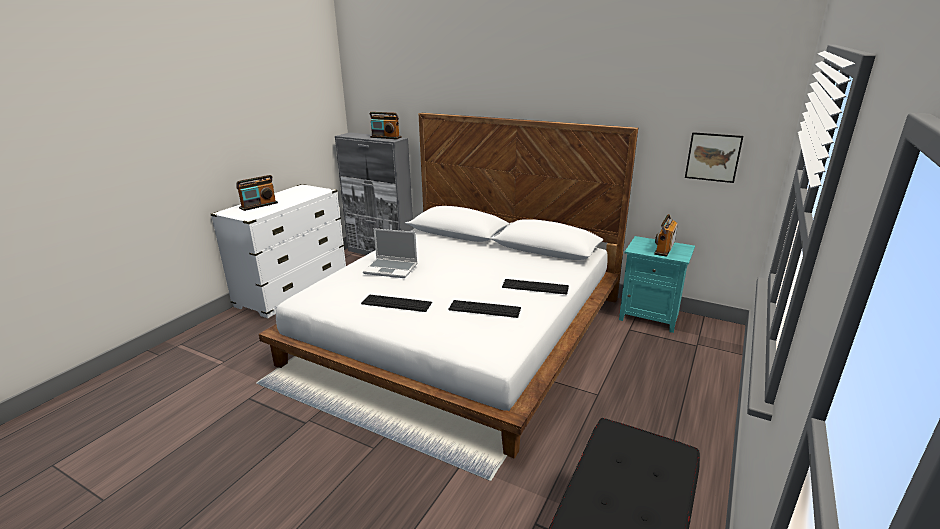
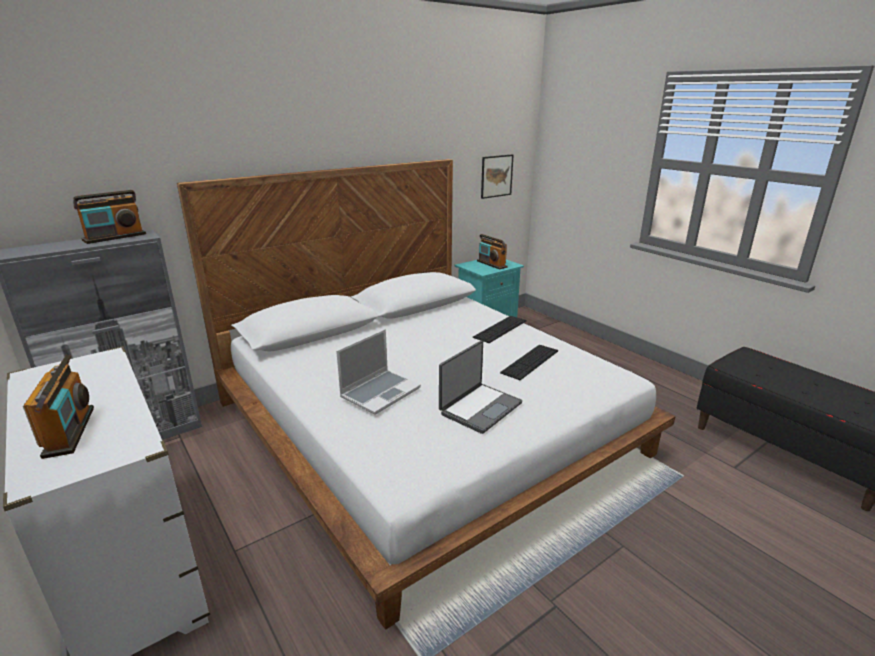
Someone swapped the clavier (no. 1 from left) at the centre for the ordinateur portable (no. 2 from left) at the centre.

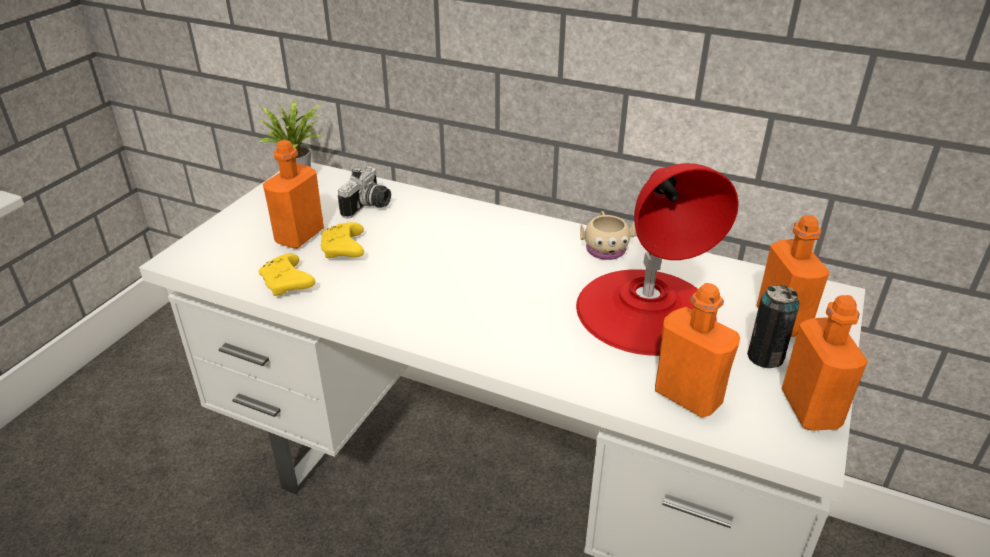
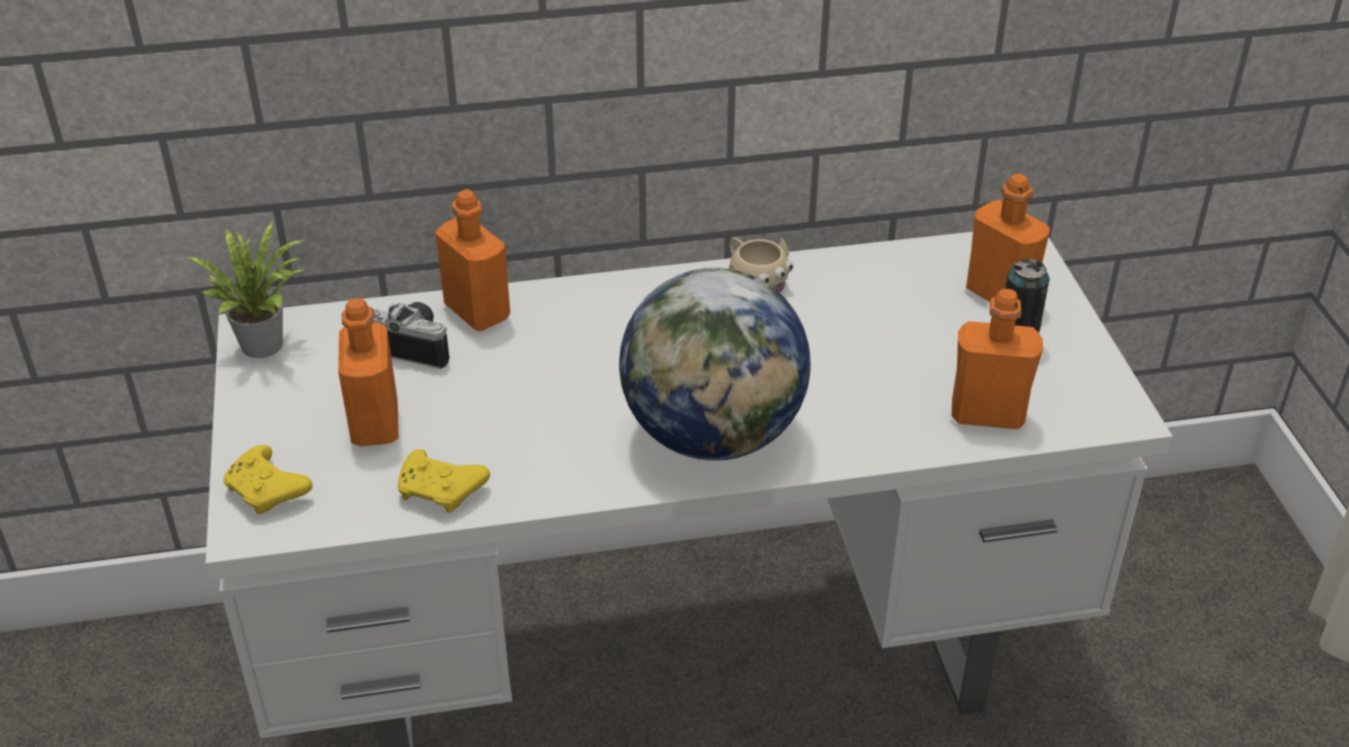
Someone carried the manette (jaune) (no. 2 from left in the first image) from the centre to the middle left. Someone rotated the appareil photo at the centre by 60 degrees counterclockwise. Someone carried the bouteille (orange) (no. 4 from left in the first image) from the middle right to the centre. Someone put down the globe at the centre. Someone took away the lampe de table (rouge) at the centre.

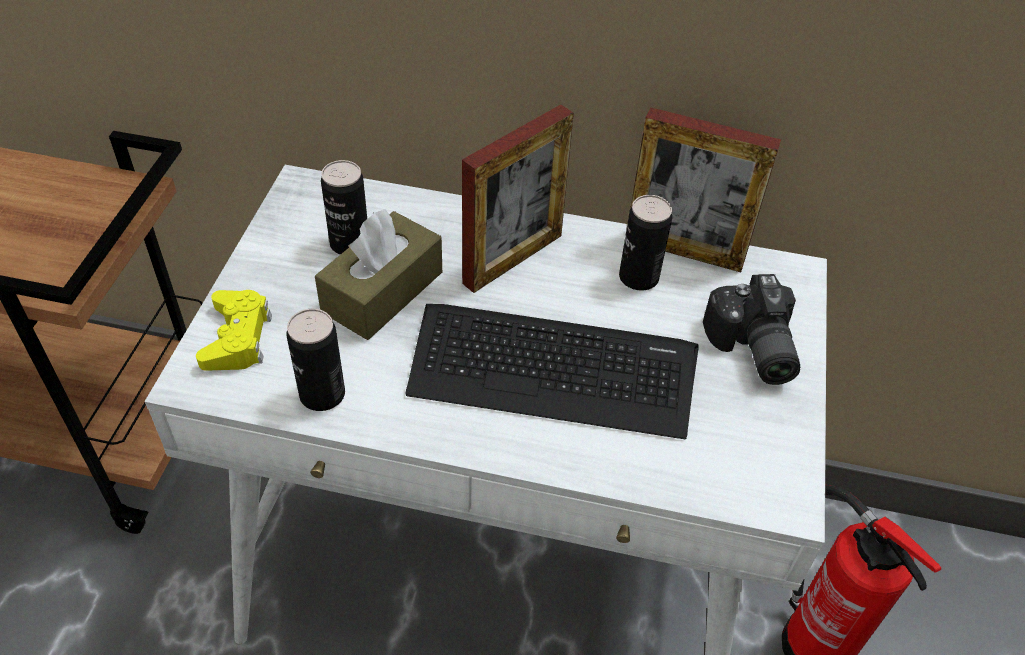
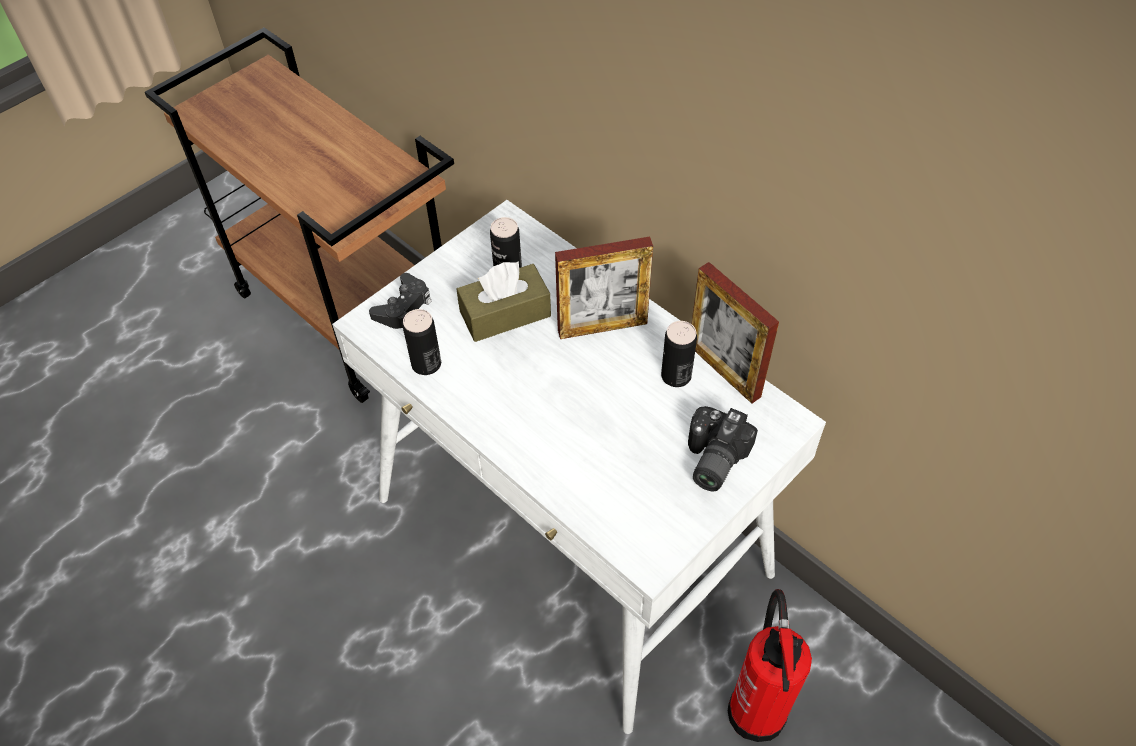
Someone repainted the manette (jaune) at the middle left, which became the manette (noir) at the centre. Someone took away the clavier at the centre.

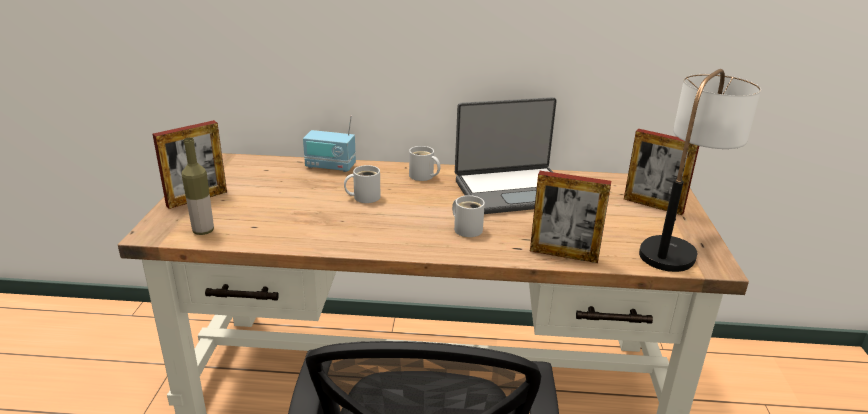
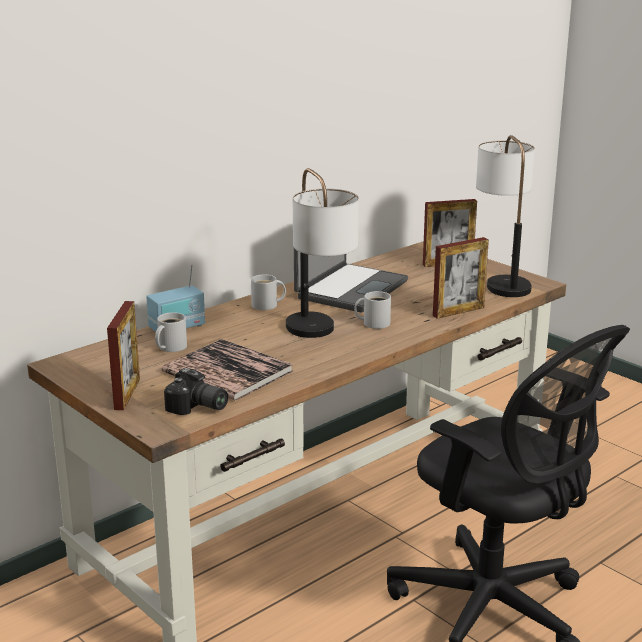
Someone carried the mug (blanc) (no. 1 from left) from the centre to the middle left. Someone put down the livre at the centre. Someone swapped the bouteille at the middle left for the appareil photo at the middle left. Someone put down the lampe de table (no. 1 from left) at the centre.

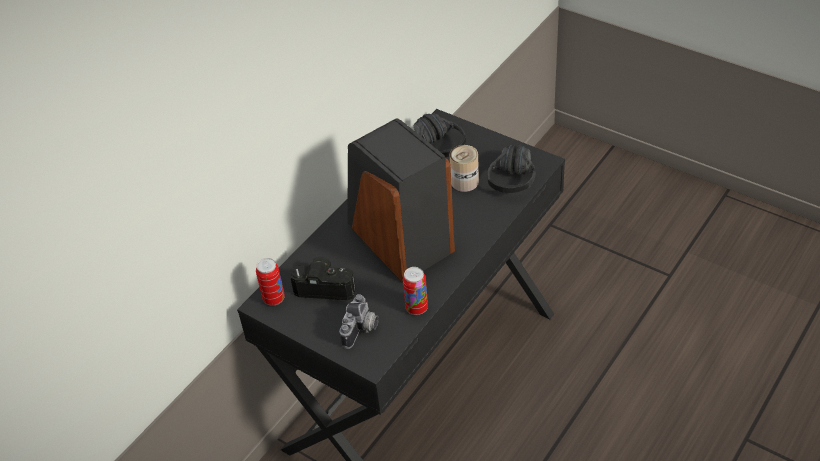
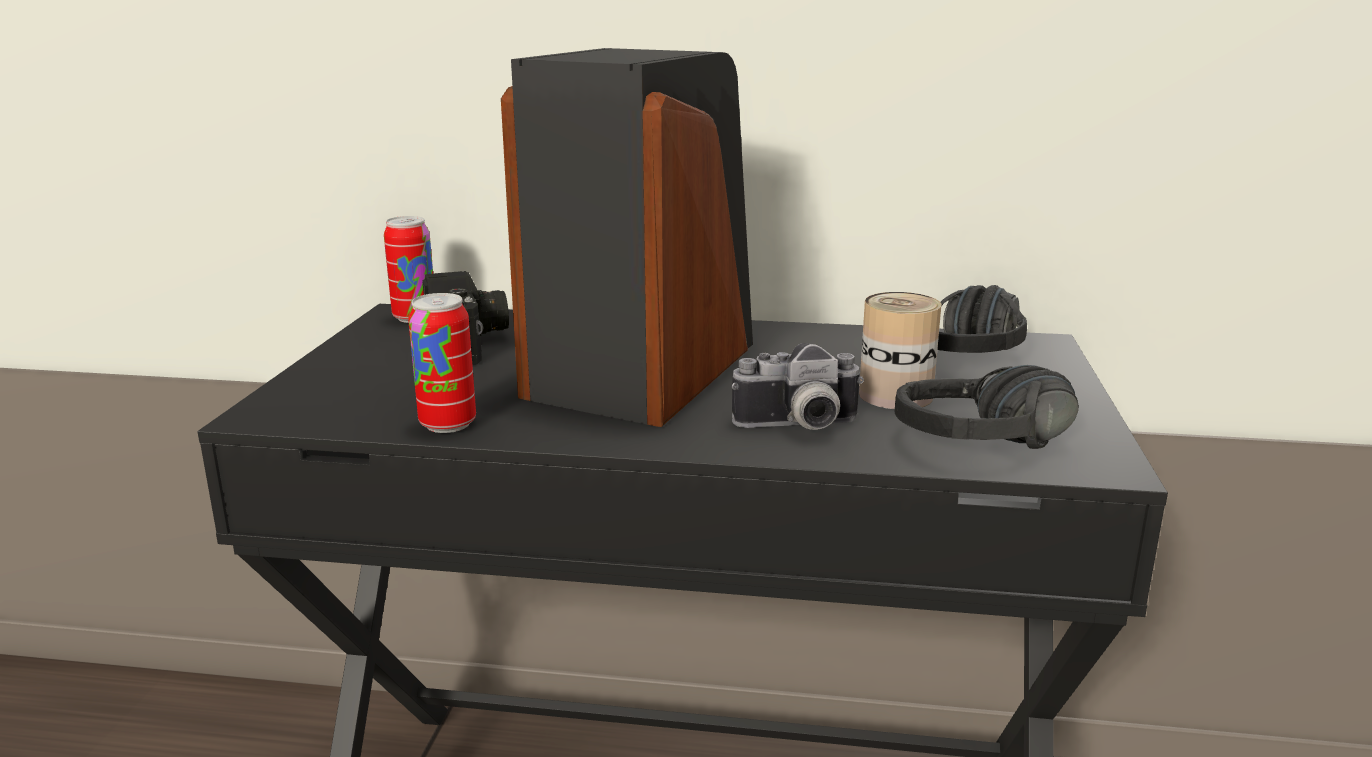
Someone carried the appareil photo (no. 2 from left) from the bottom centre to the centre.

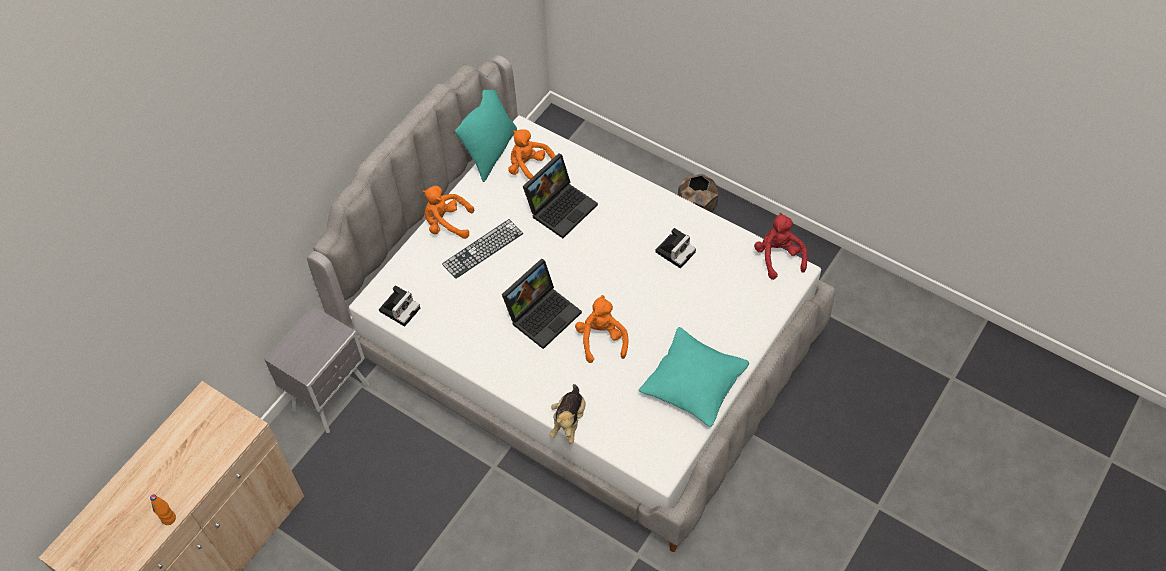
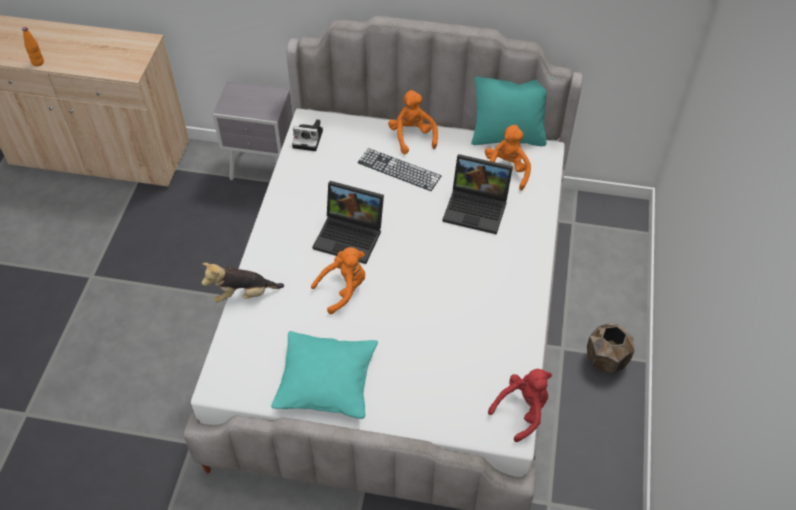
Someone took away the appareil photo (no. 2 from left) at the centre.

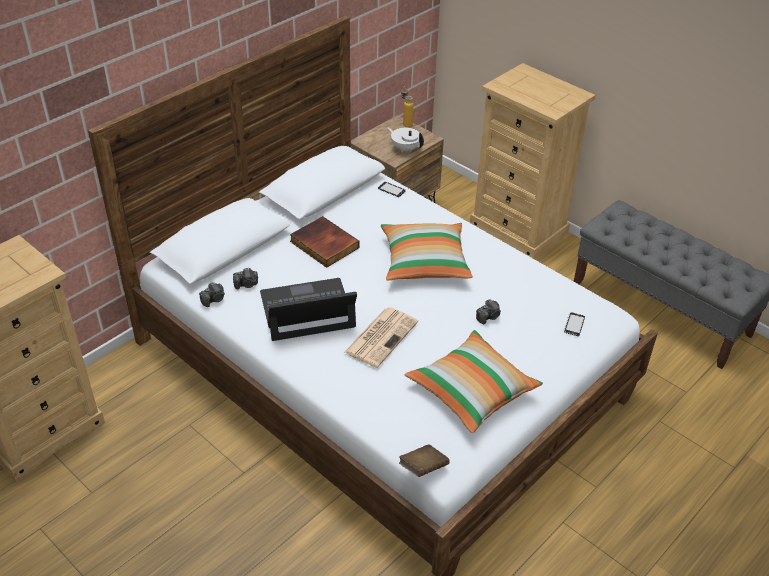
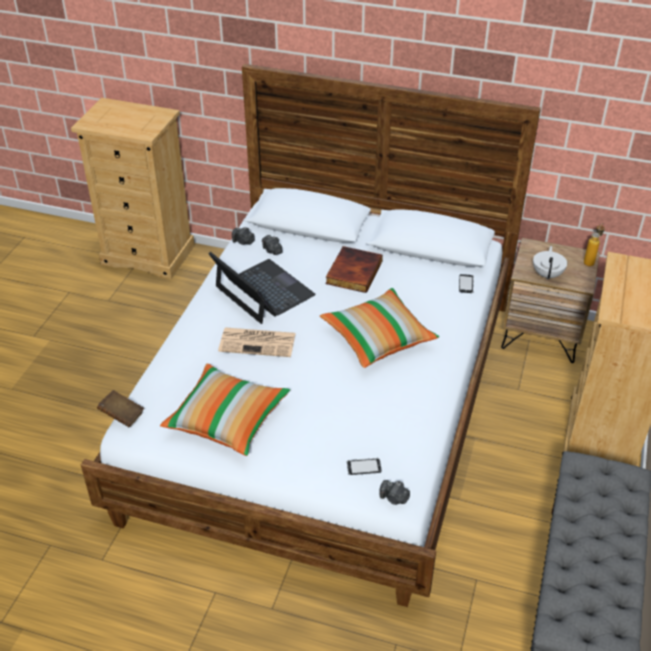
Someone carried the appareil photo (no. 3 from left) from the centre to the bottom centre.

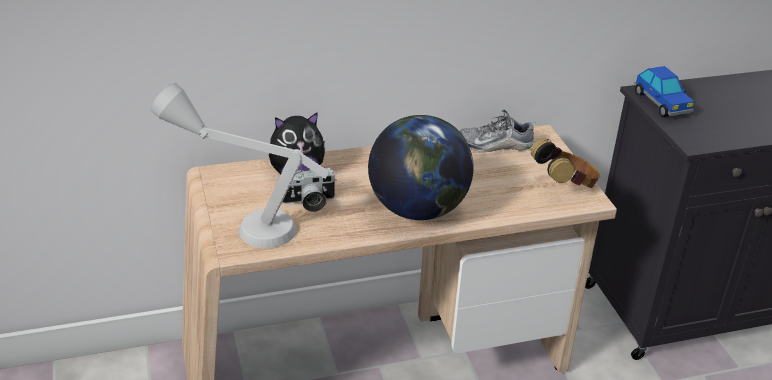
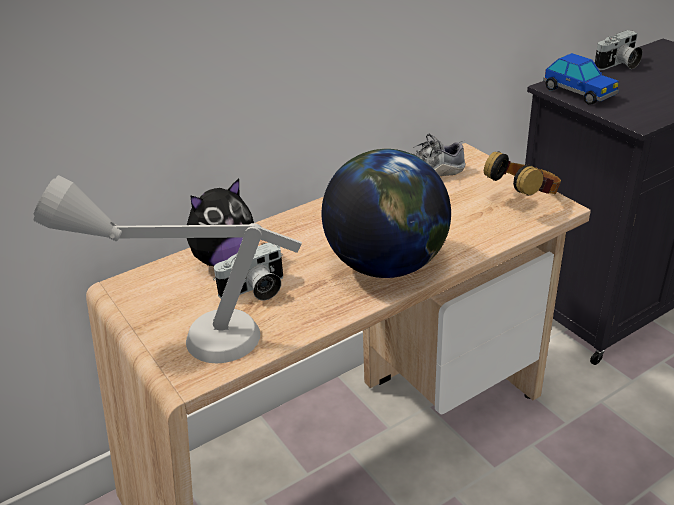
Someone put down the appareil photo (no. 2 from left) at the top right.

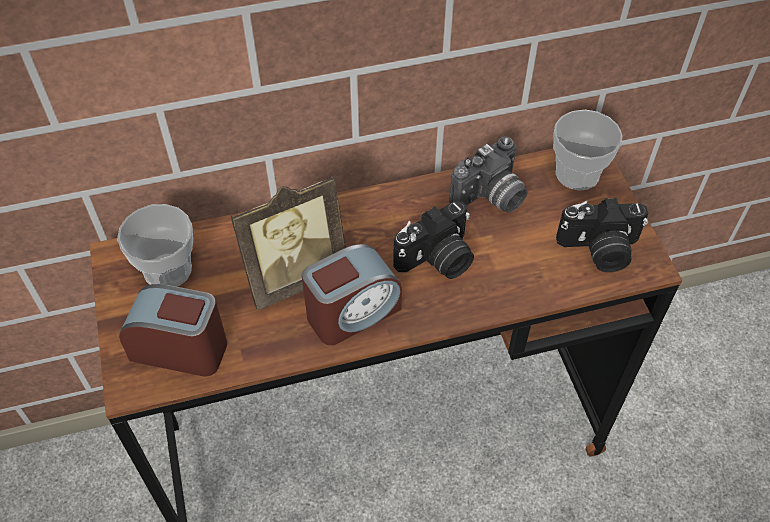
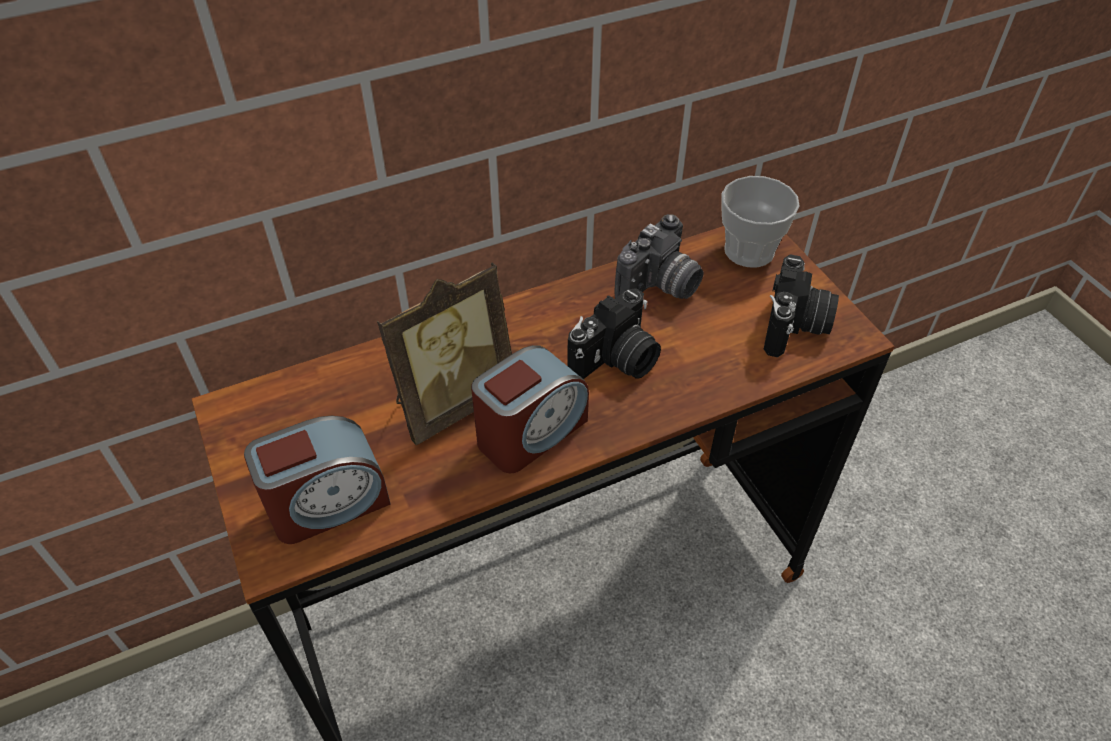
Someone rotated the réveil (no. 1 from left) at the middle left by 150 degrees clockwise. Someone rotated the appareil photo (no. 3 from left) at the middle right by 60 degrees counterclockwise. Someone took away the tasse (no. 1 from left) at the middle left.

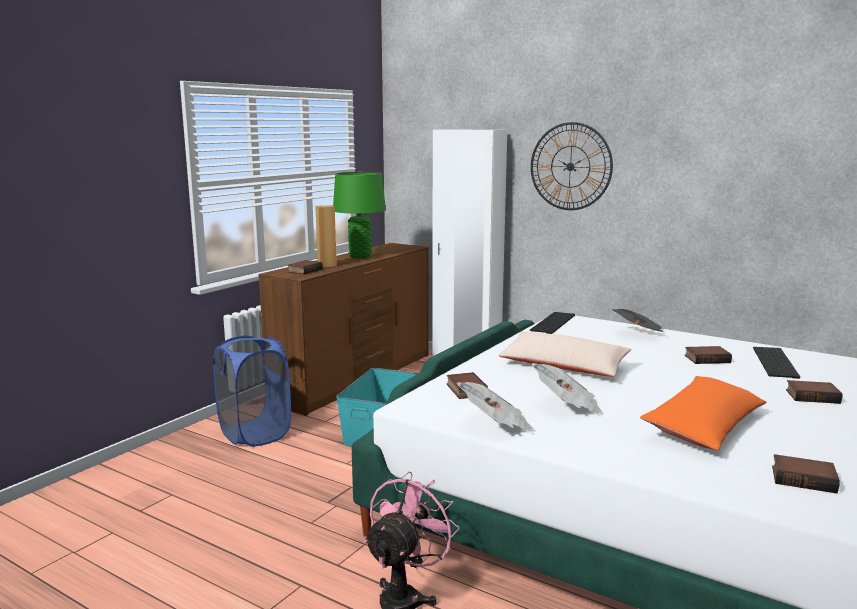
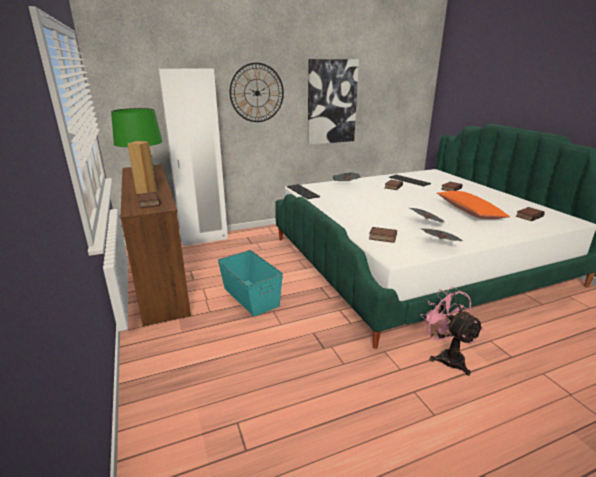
Someone put up the tableau at the top centre. Someone took away the panier à linge (bleu) at the middle left. Someone took away the coussin (beige) at the centre.

